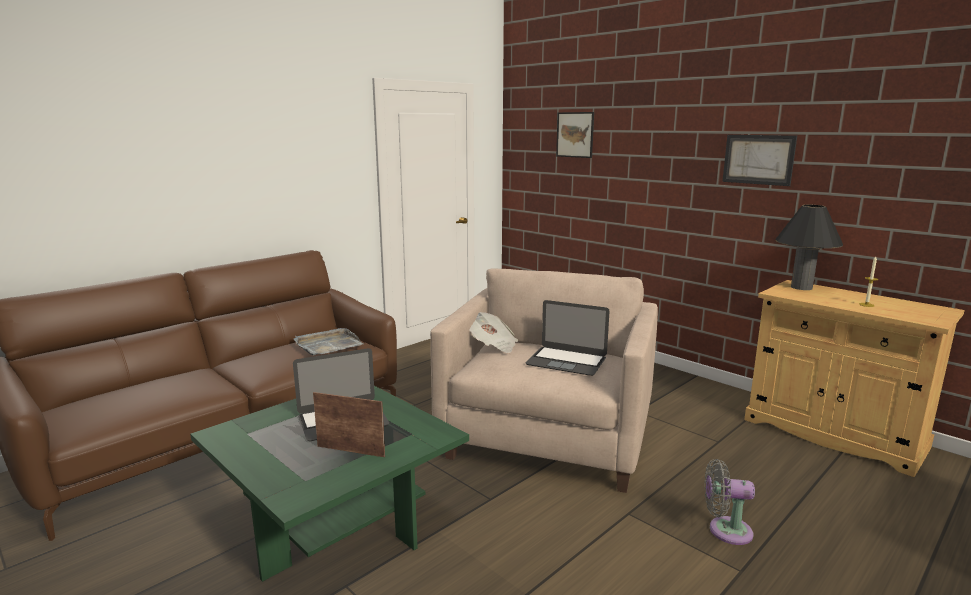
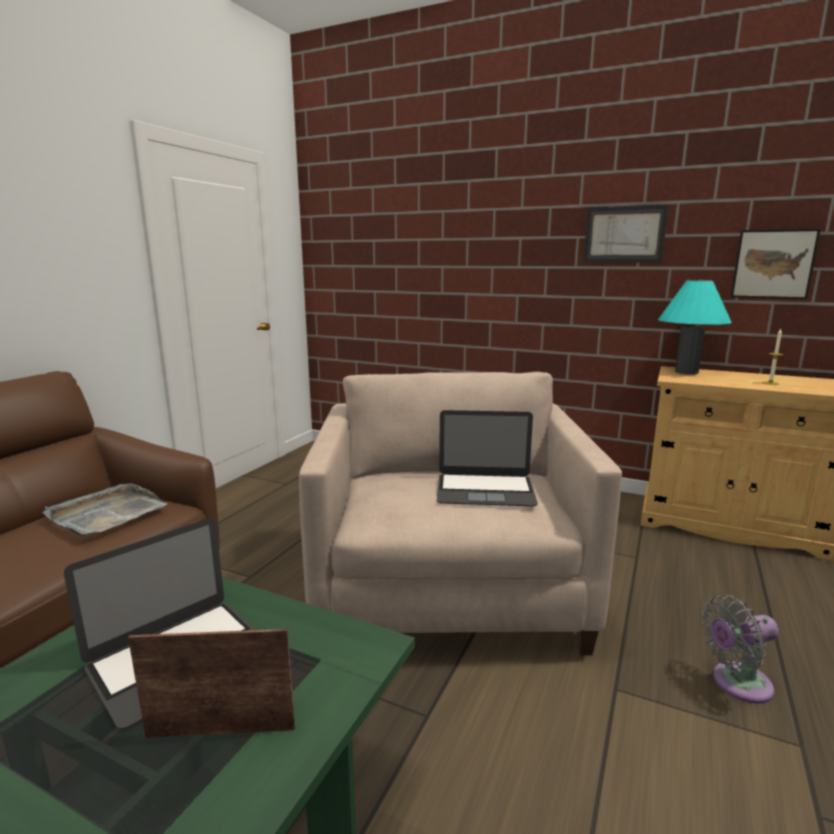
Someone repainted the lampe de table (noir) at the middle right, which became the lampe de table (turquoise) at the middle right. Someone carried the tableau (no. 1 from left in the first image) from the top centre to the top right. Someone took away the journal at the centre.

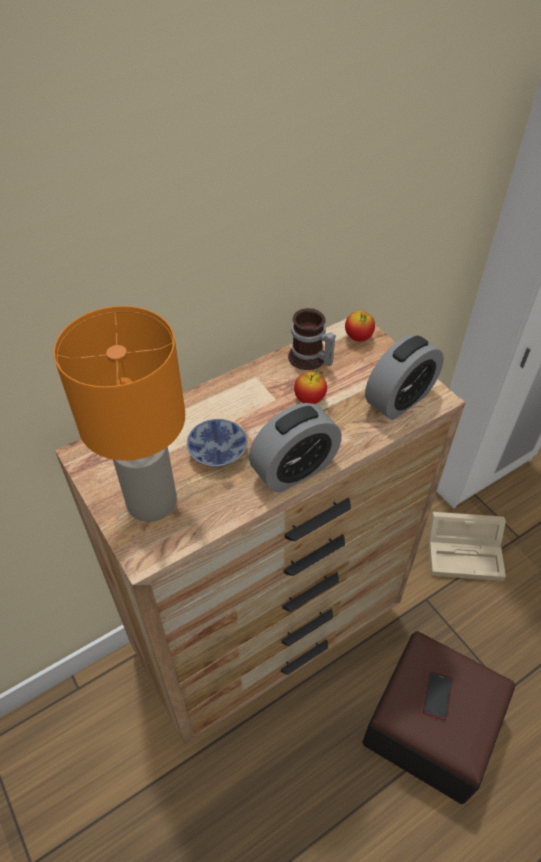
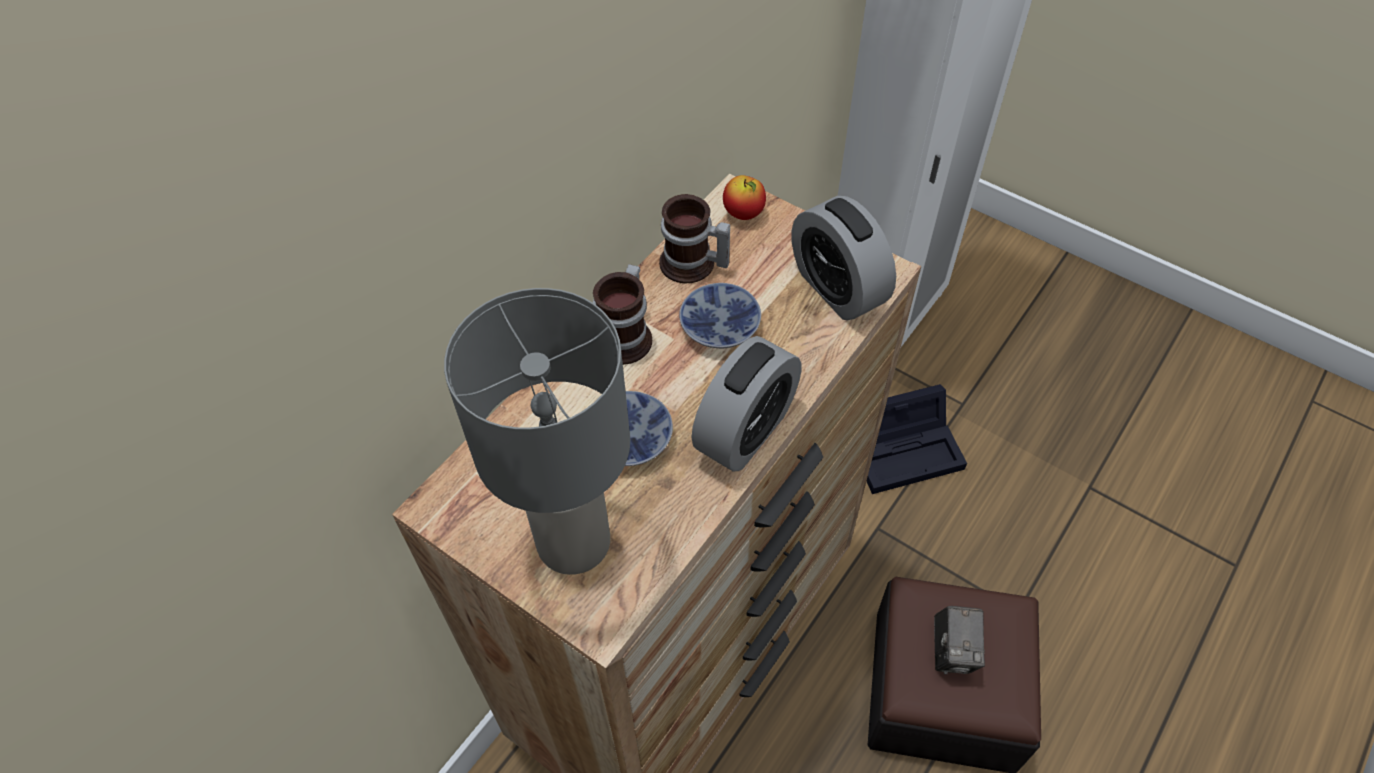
Someone repainted the lampe de table (orange) at the middle left, which became the lampe de table (gris) at the centre. Someone put down the mug (no. 1 from left) at the centre. Someone swapped the pomme (no. 1 from left) at the centre for the bol (no. 2 from left) at the centre. Someone rotated the réveil (no. 2 from left) at the middle right by 120 degrees clockwise. Someone repainted the boîte de rangement (beige) at the middle right, which became the boîte de rangement (noir) at the middle right. Someone swapped the téléphone at the bottom right for the appareil photo at the bottom right.

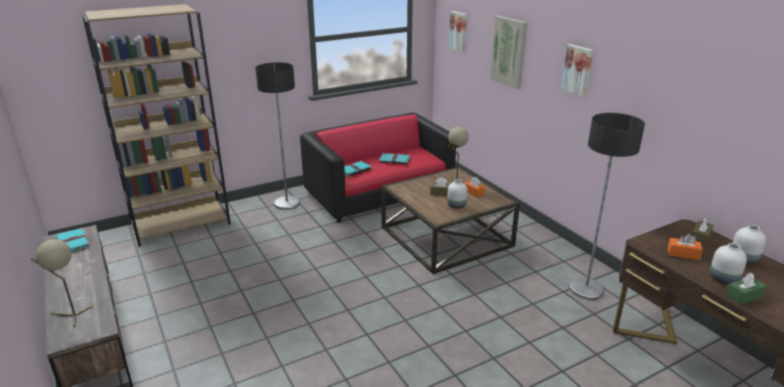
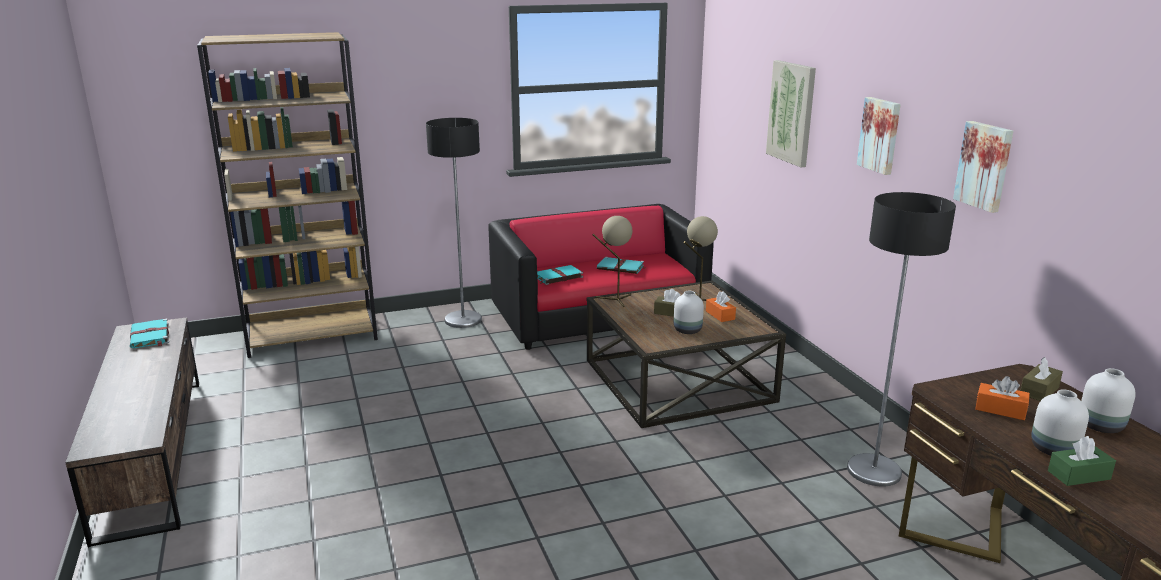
Someone carried the lampe de table (beige) (no. 1 from left) from the bottom left to the centre. Someone carried the tableau (no. 1 from left in the first image) from the top centre to the top right.

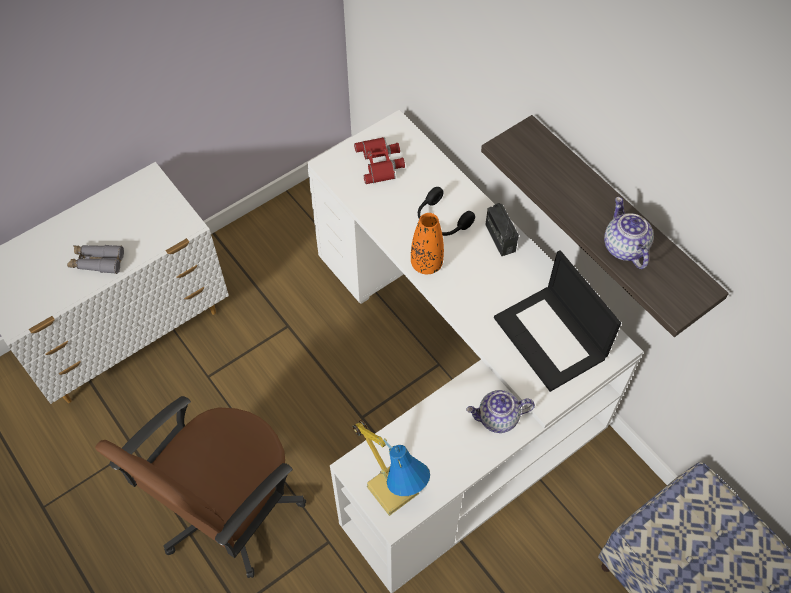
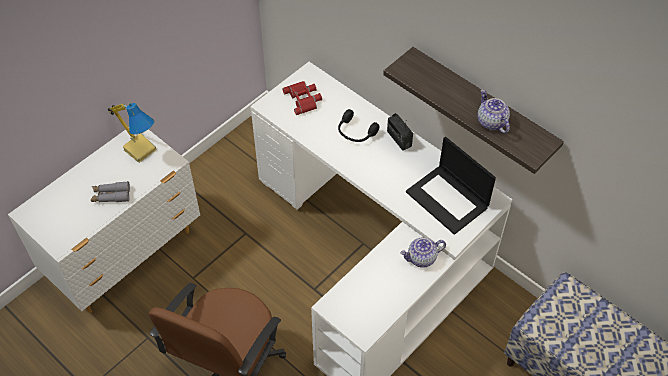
Someone carried the lampe de table from the bottom centre to the middle left. Someone took away the vase (orange) at the centre.

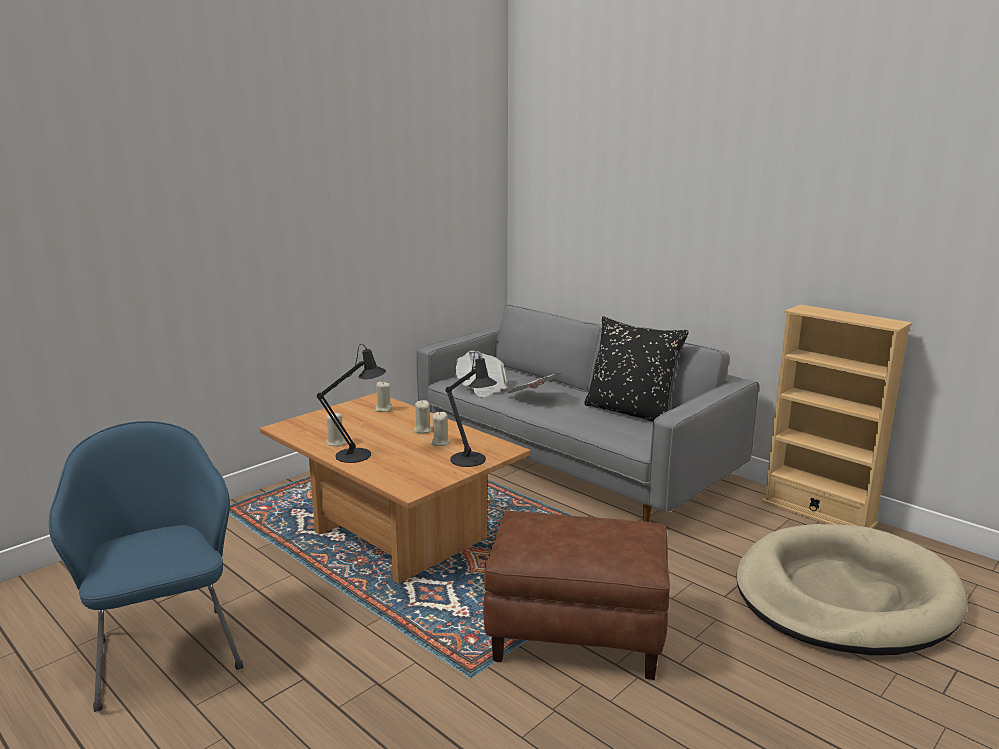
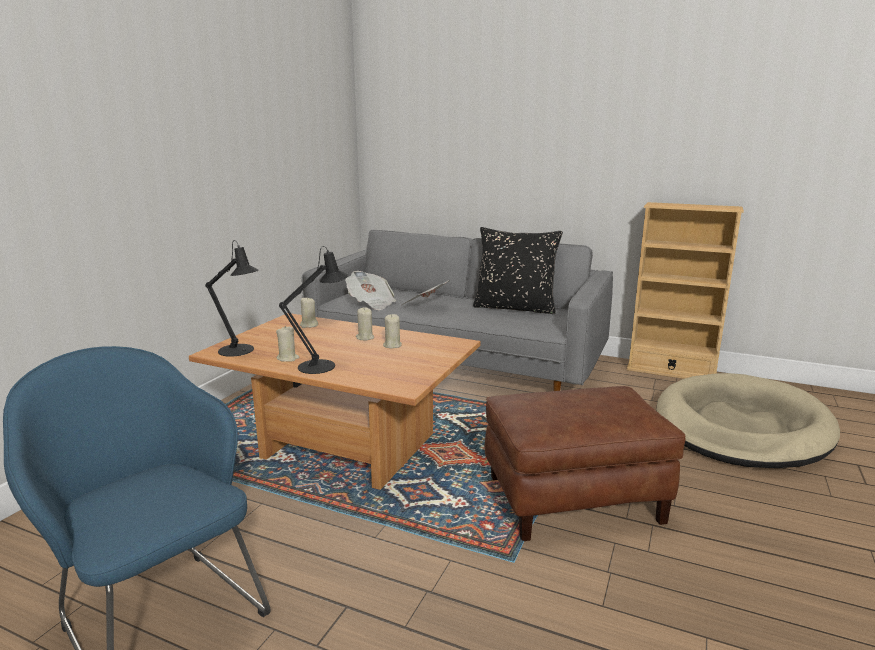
Someone carried the lampe de table (noir) (no. 2 from left in the first image) from the centre to the middle left.

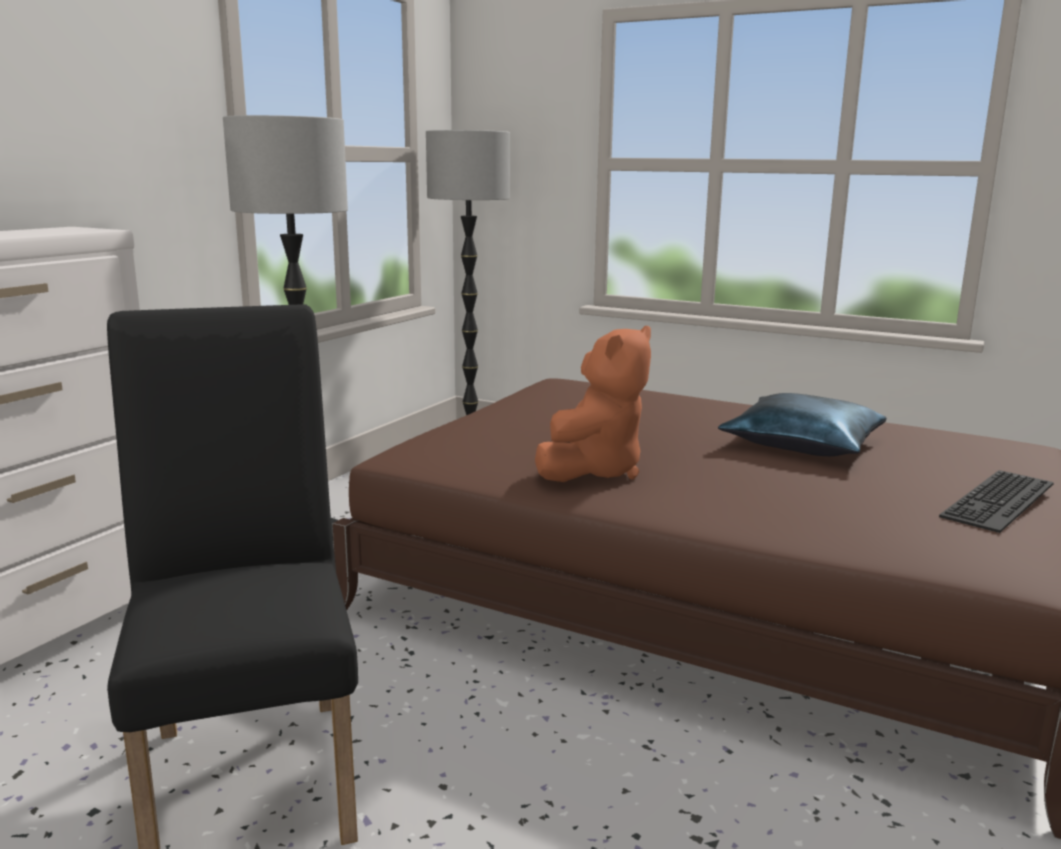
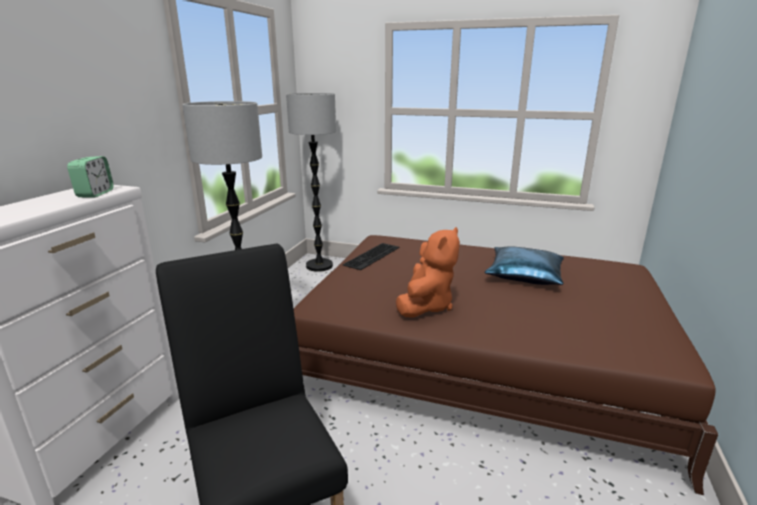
Someone put down the réveil at the middle left. Someone carried the clavier from the middle right to the centre.

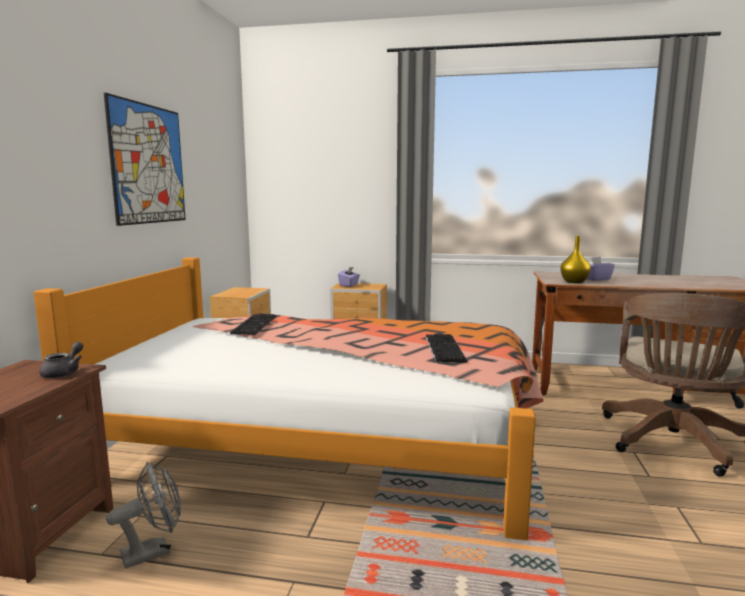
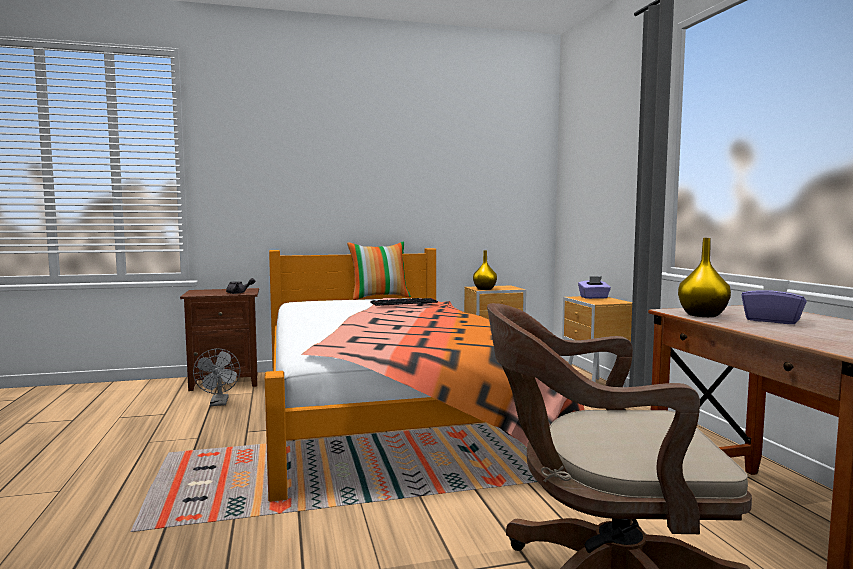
Someone rotated the ventilateur (gris) at the bottom left by 45 degrees clockwise. Someone put down the coussin at the centre. Someone put down the vase (jaune) (no. 1 from left) at the centre. Someone took away the tableau at the top left. Someone took away the clavier (no. 2 from left) at the centre.

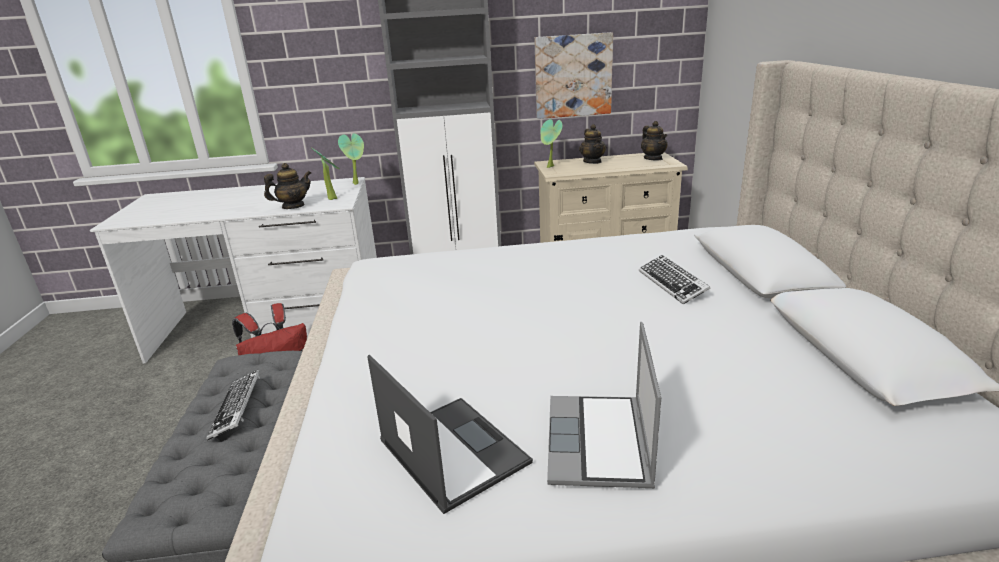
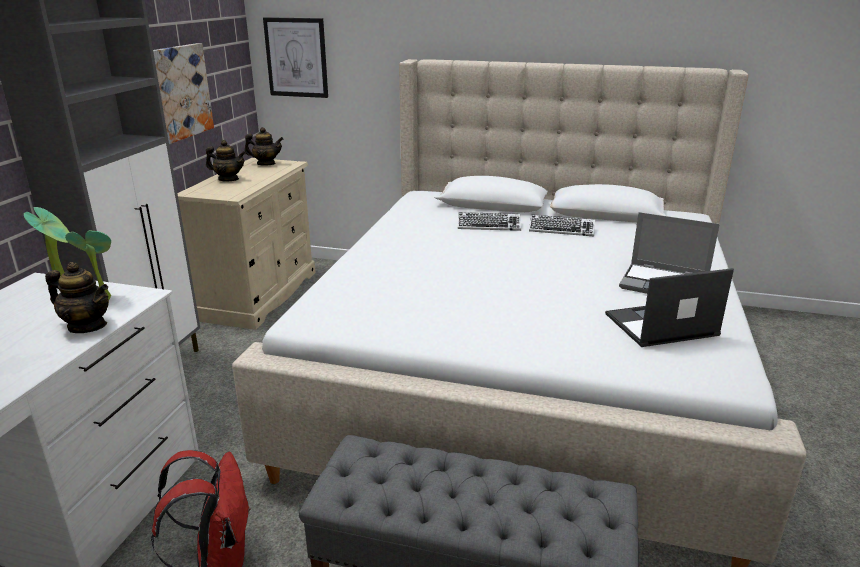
Someone rotated the théière (no. 1 from left) at the top left by 120 degrees clockwise. Someone put up the tableau (no. 2 from left) at the top centre. Someone carried the clavier (no. 1 from left in the first image) from the bottom left to the centre. Someone took away the plante en pot (no. 3 from left) at the top centre.

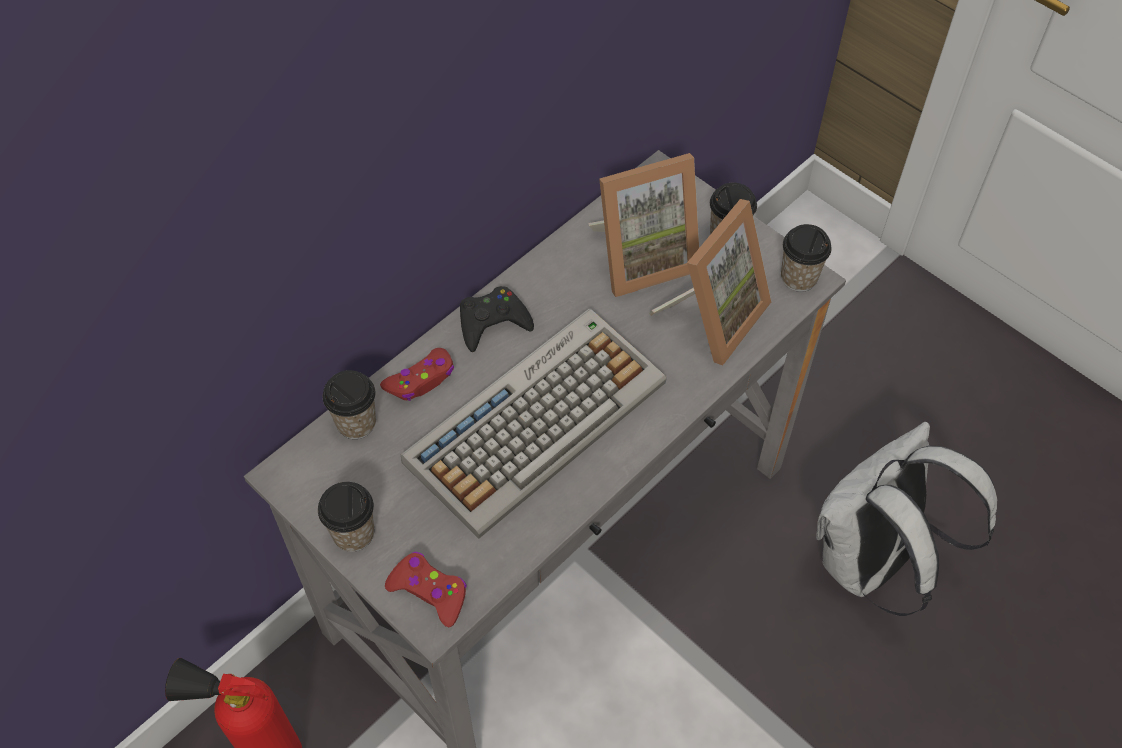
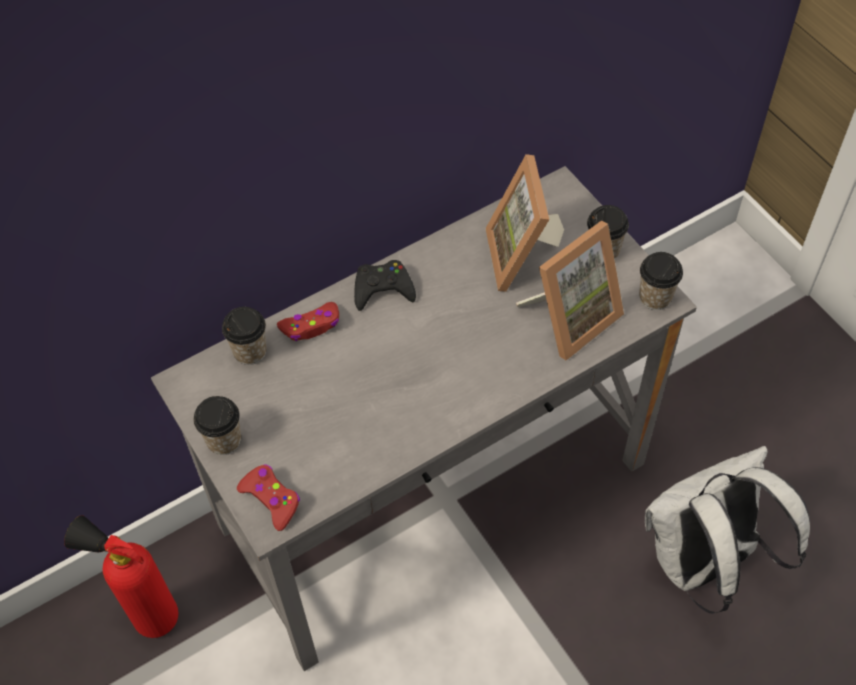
Someone rotated the cadre photo (no. 1 from left) at the top centre by 90 degrees clockwise. Someone took away the clavier at the centre.

